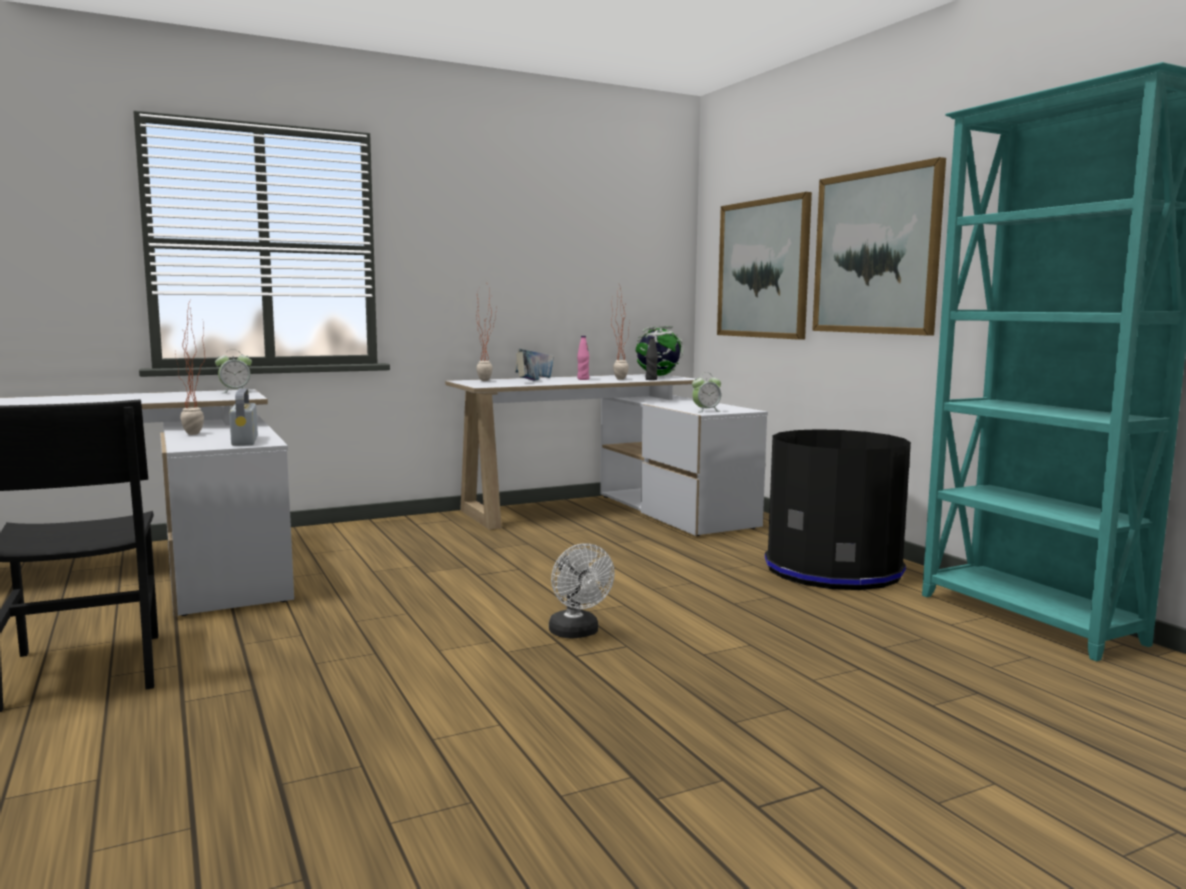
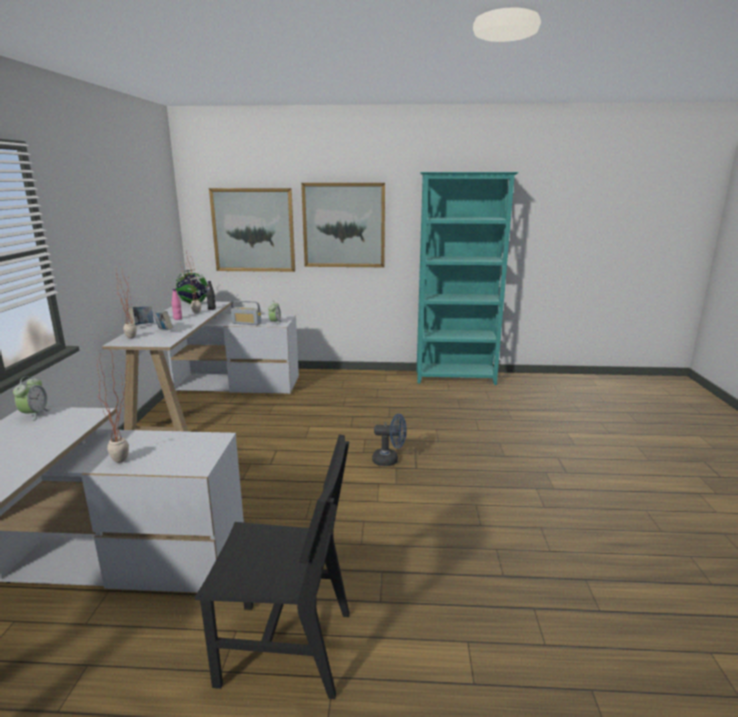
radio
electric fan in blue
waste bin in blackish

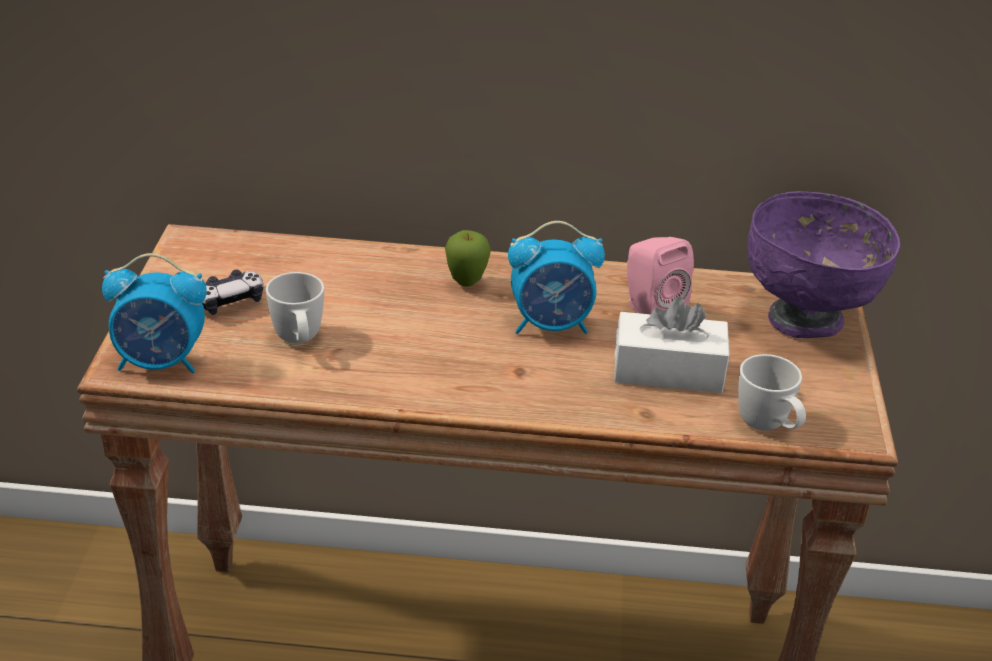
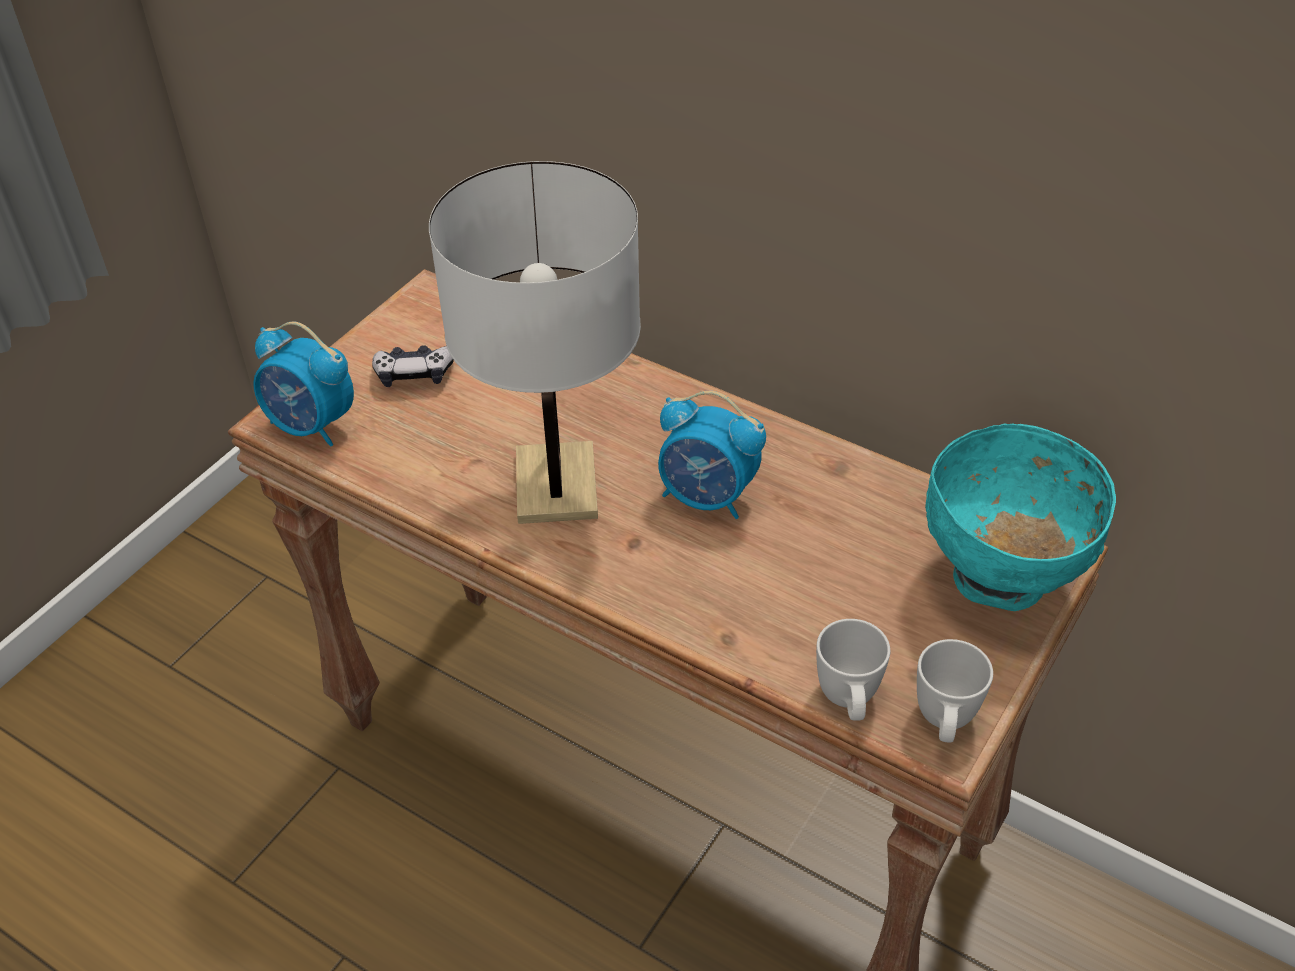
tabletop lamp in white-coloured
tea mug in white-coloured (no. 2 from left)
bowl in blue-green
apple
box of tissues in white-coloured
loudspeaker in pink-coloured

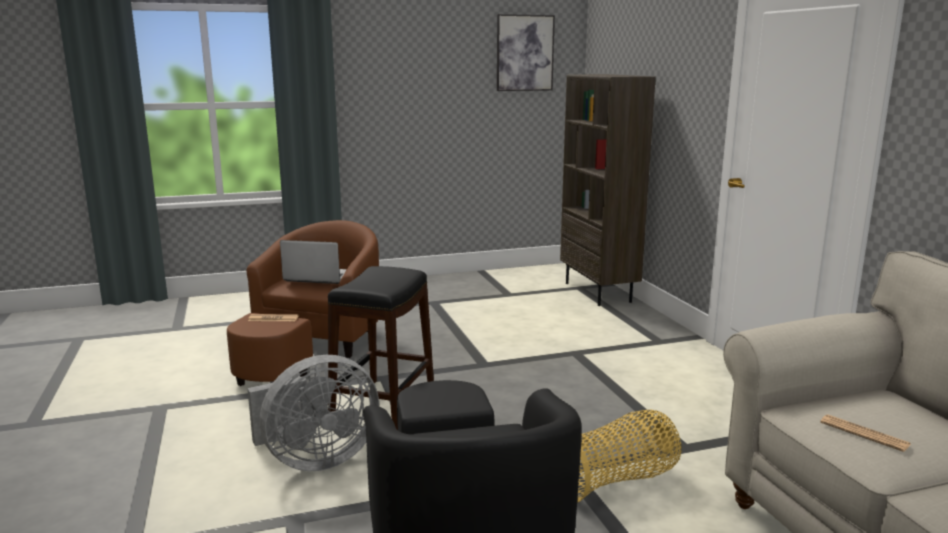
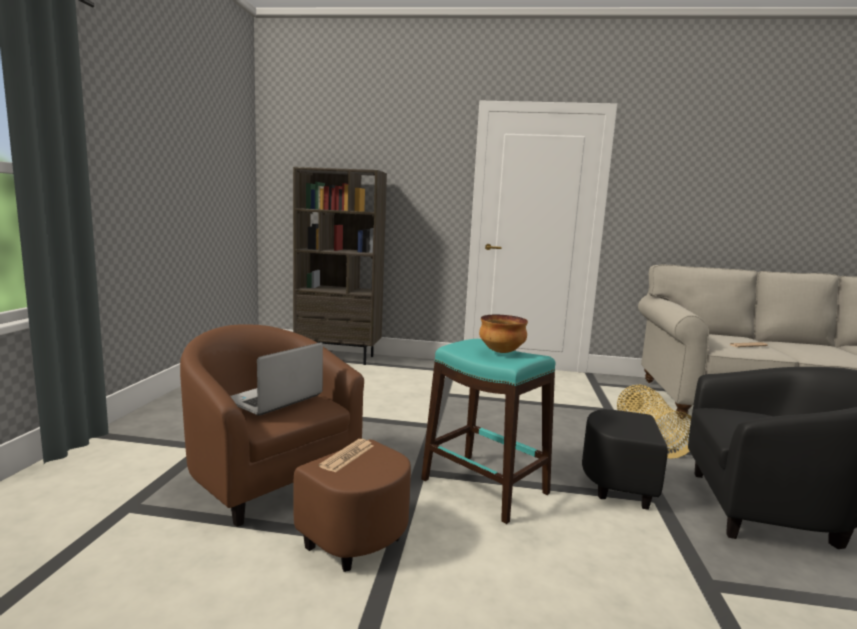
stool in blue-green
bowl
electric fan in greyish
wall picture

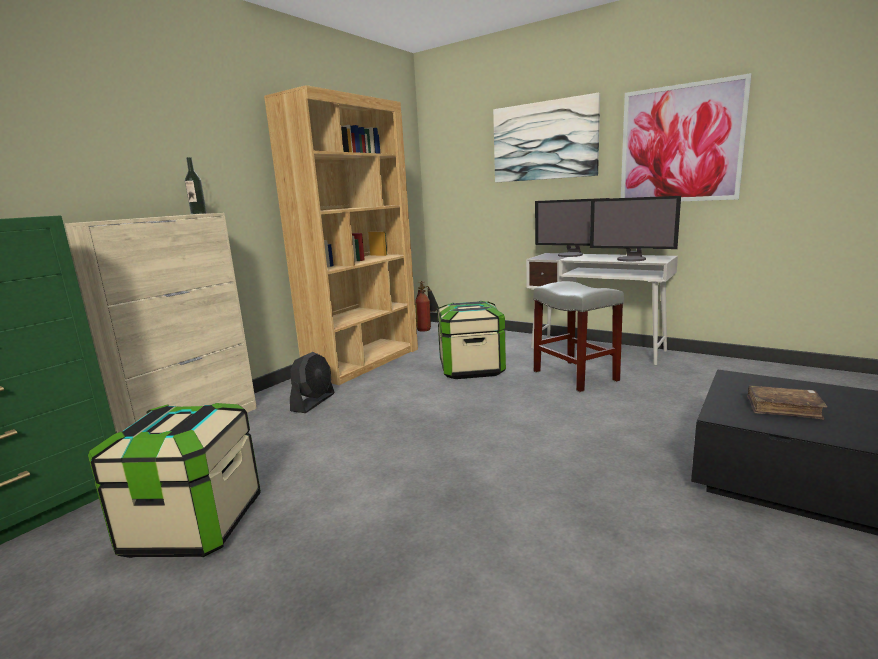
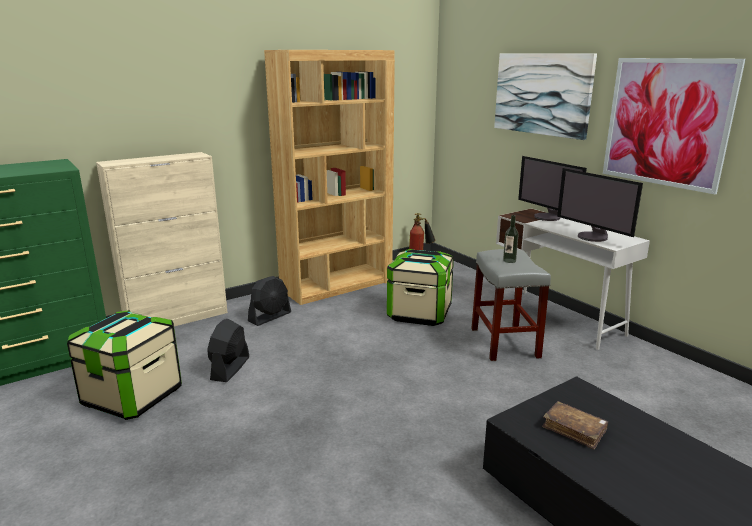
electric fan in blackish (no. 1 from left)
beverage bottle

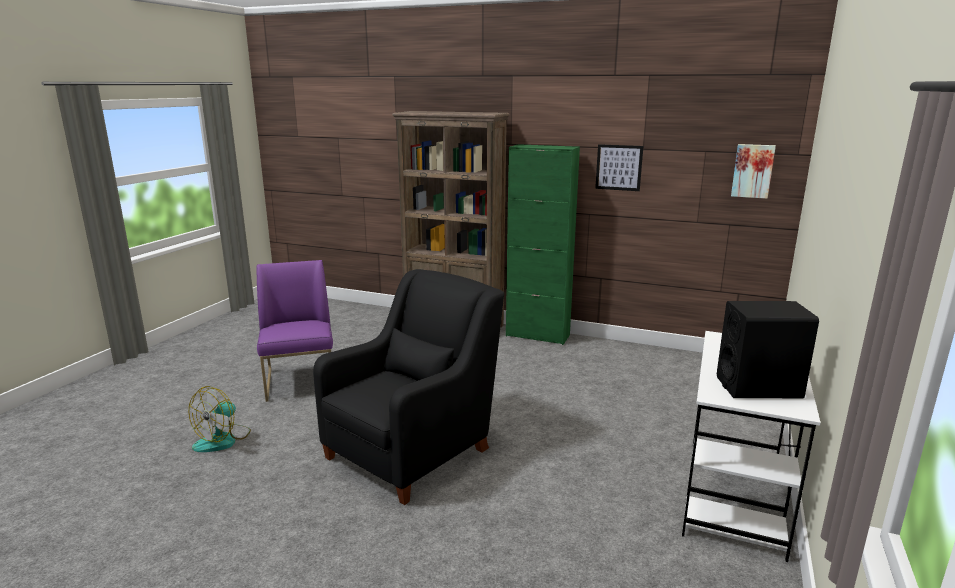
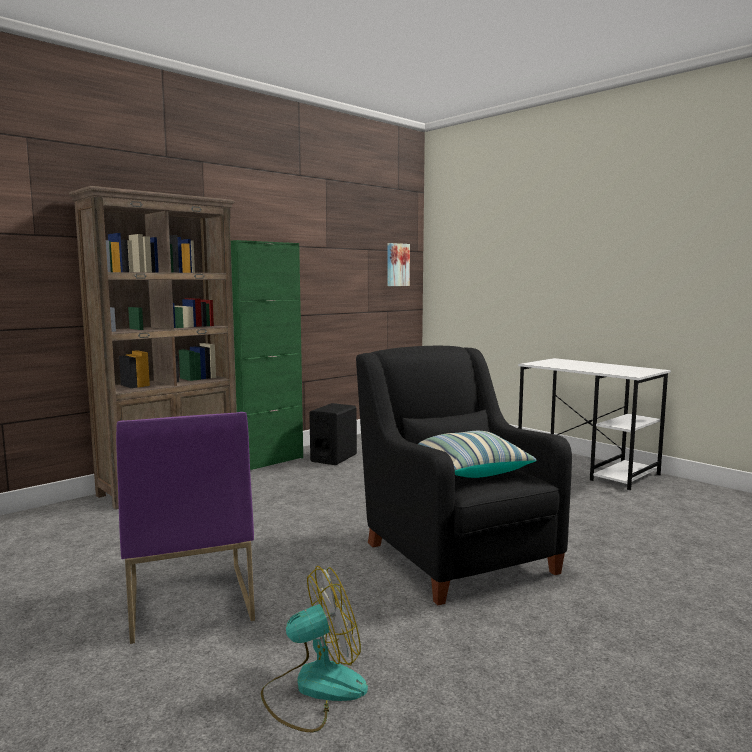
chair in purple-coloured
electric fan
loudspeaker in blackish
cushion
wall picture (no. 1 from left in the first image)

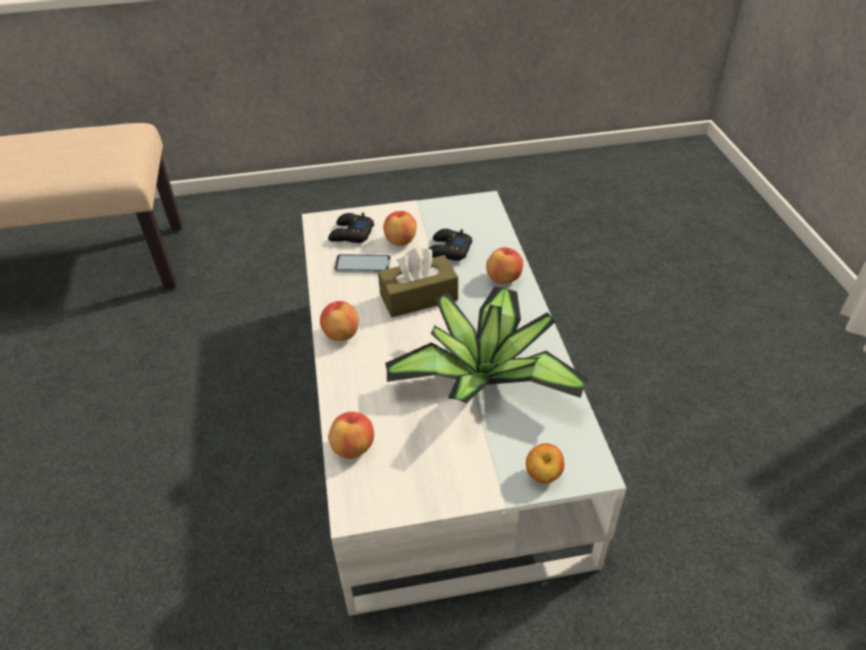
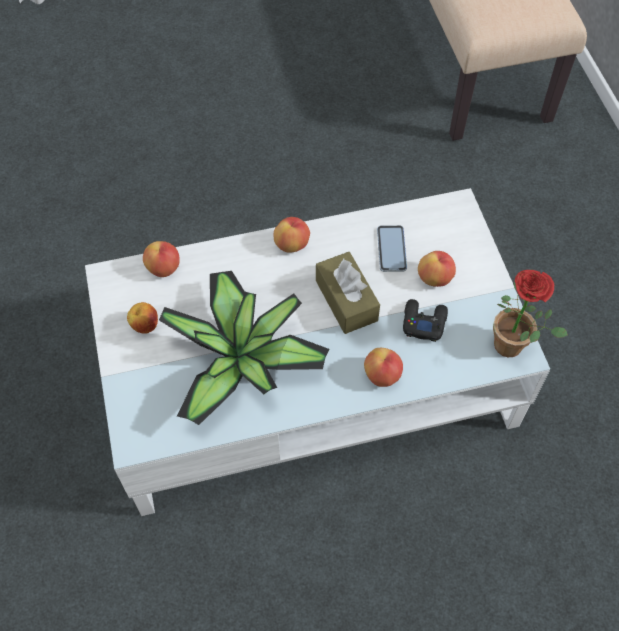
apple (no. 1 from left)
houseplant (no. 2 from left)
joypad in blackish (no. 1 from left in the first image)

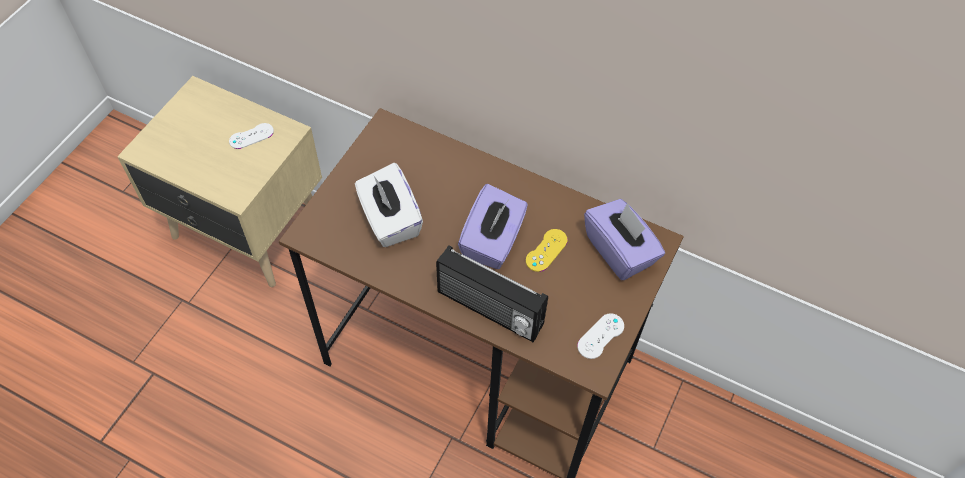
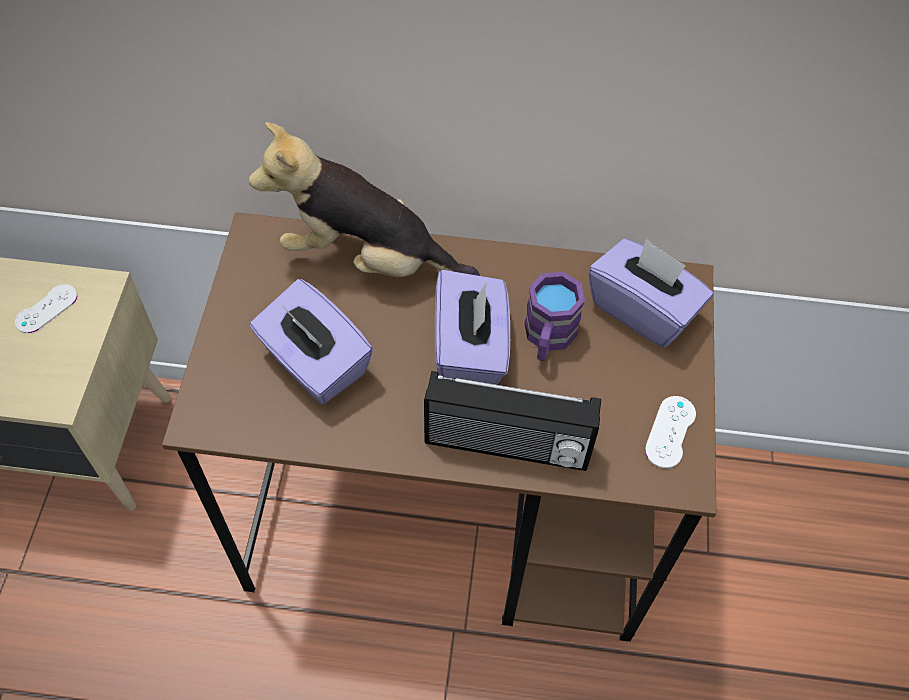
soft toy
box of tissues in purple-coloured (no. 1 from left)
tea mug in purple-coloured

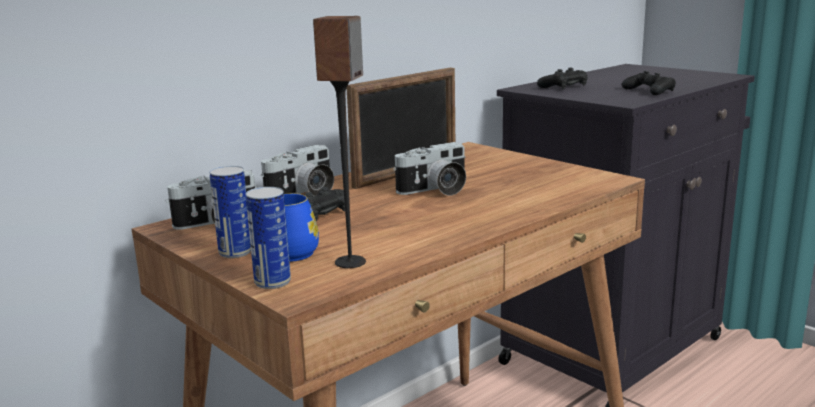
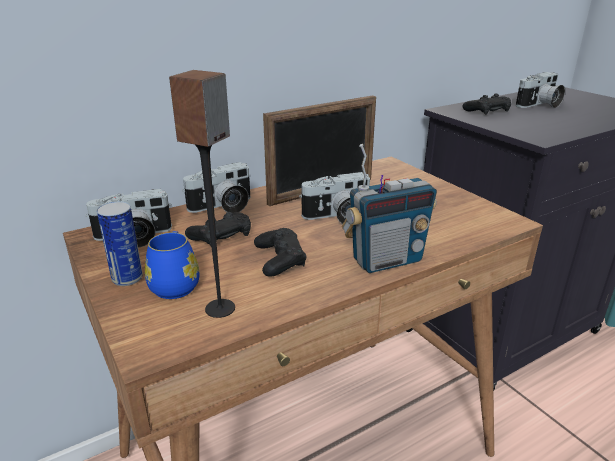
joypad in blackish (no. 2 from left)
radio
still camera (no. 4 from left)
metal can (no. 2 from left in the first image)

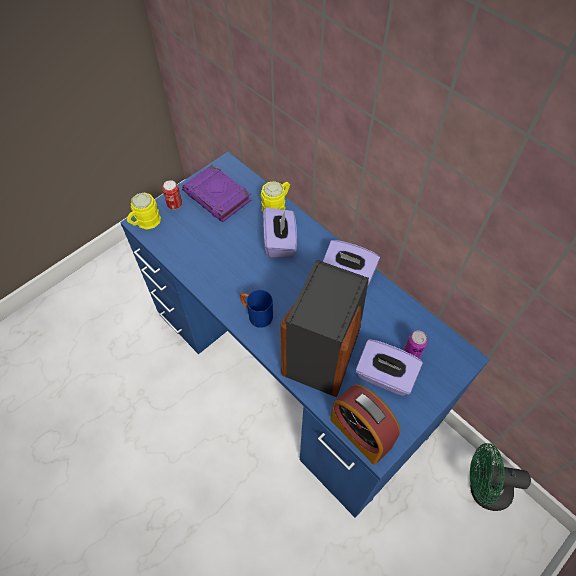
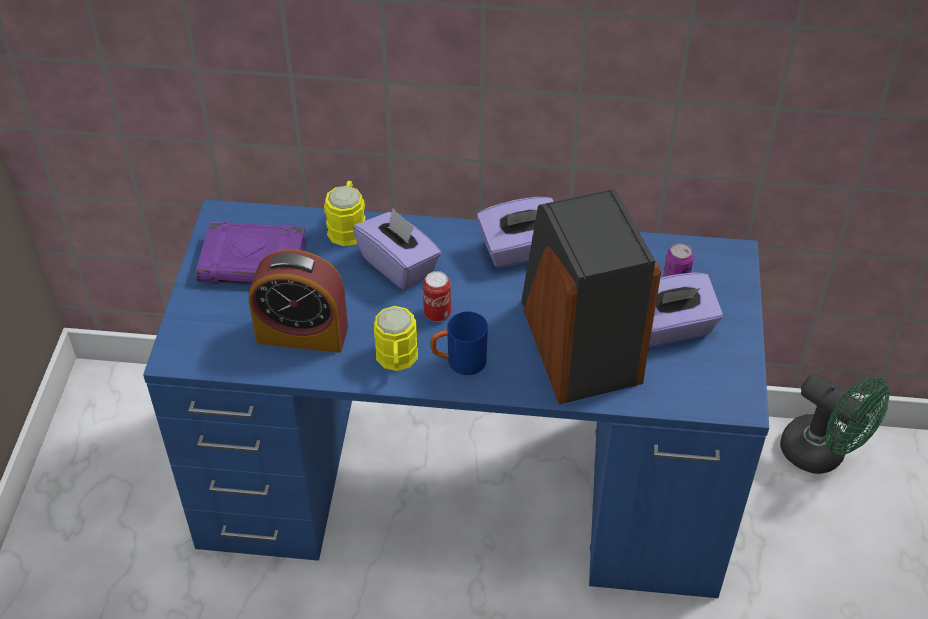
table clock
tea mug in yellowish (no. 2 from left)
metal can (no. 1 from left)
electric fan in green

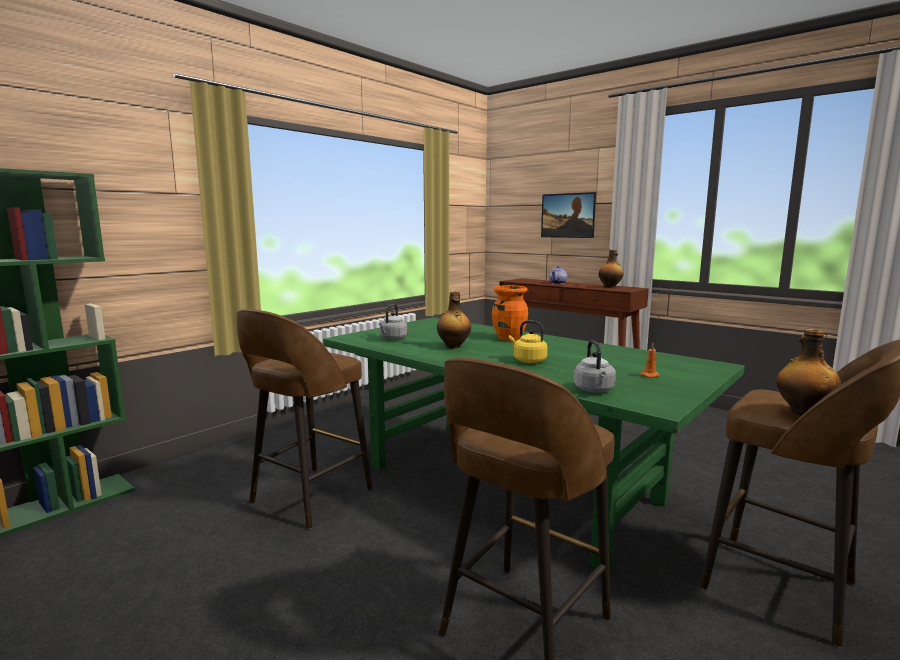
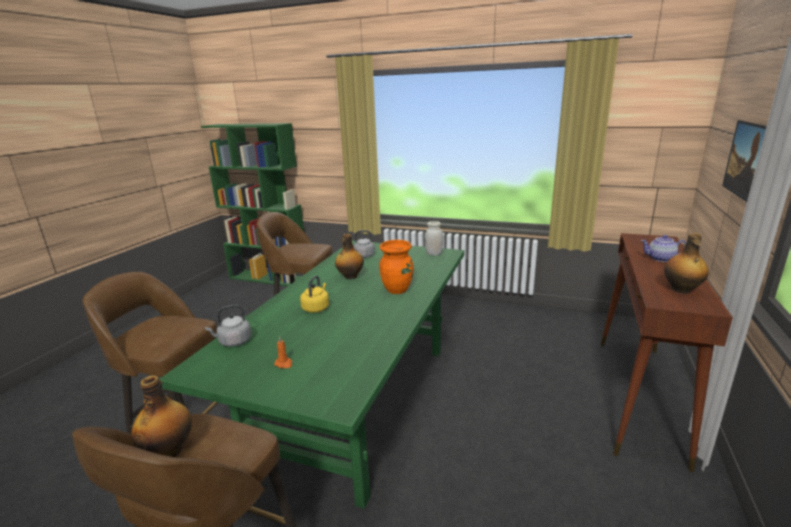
preserve jar in white-coloured

